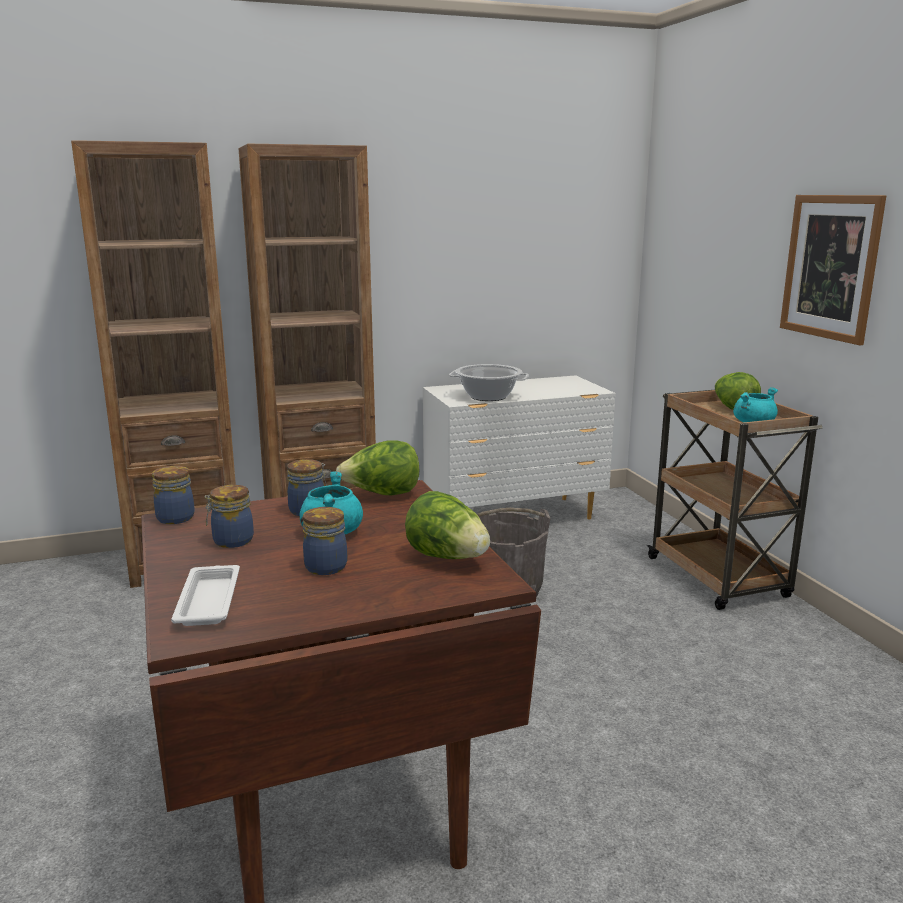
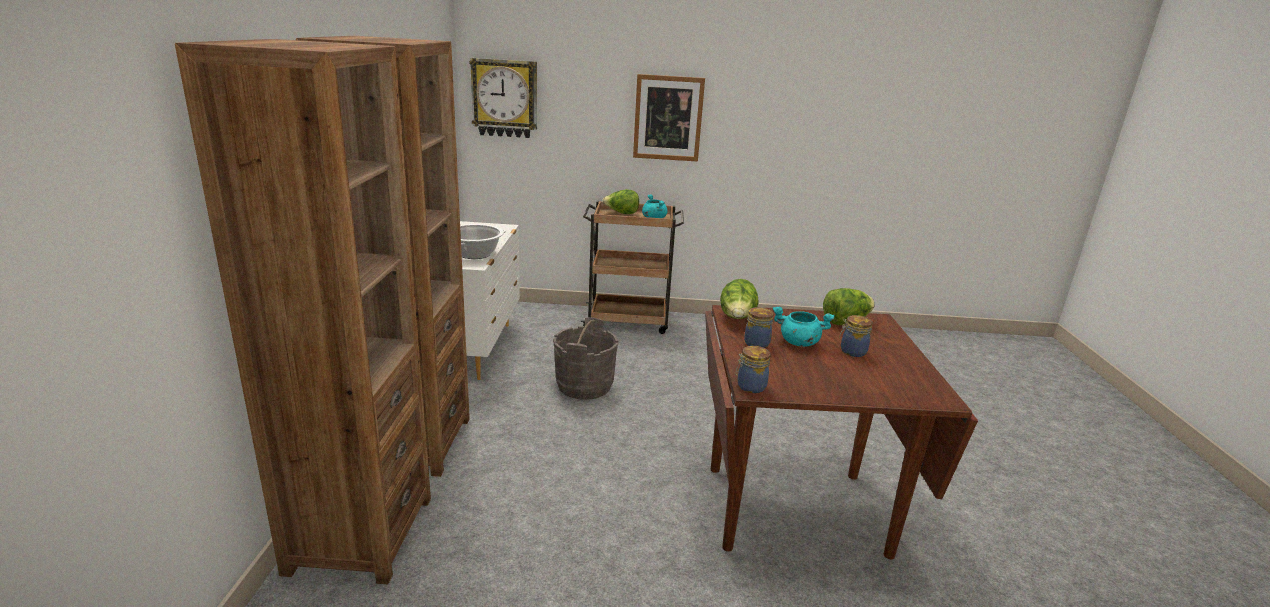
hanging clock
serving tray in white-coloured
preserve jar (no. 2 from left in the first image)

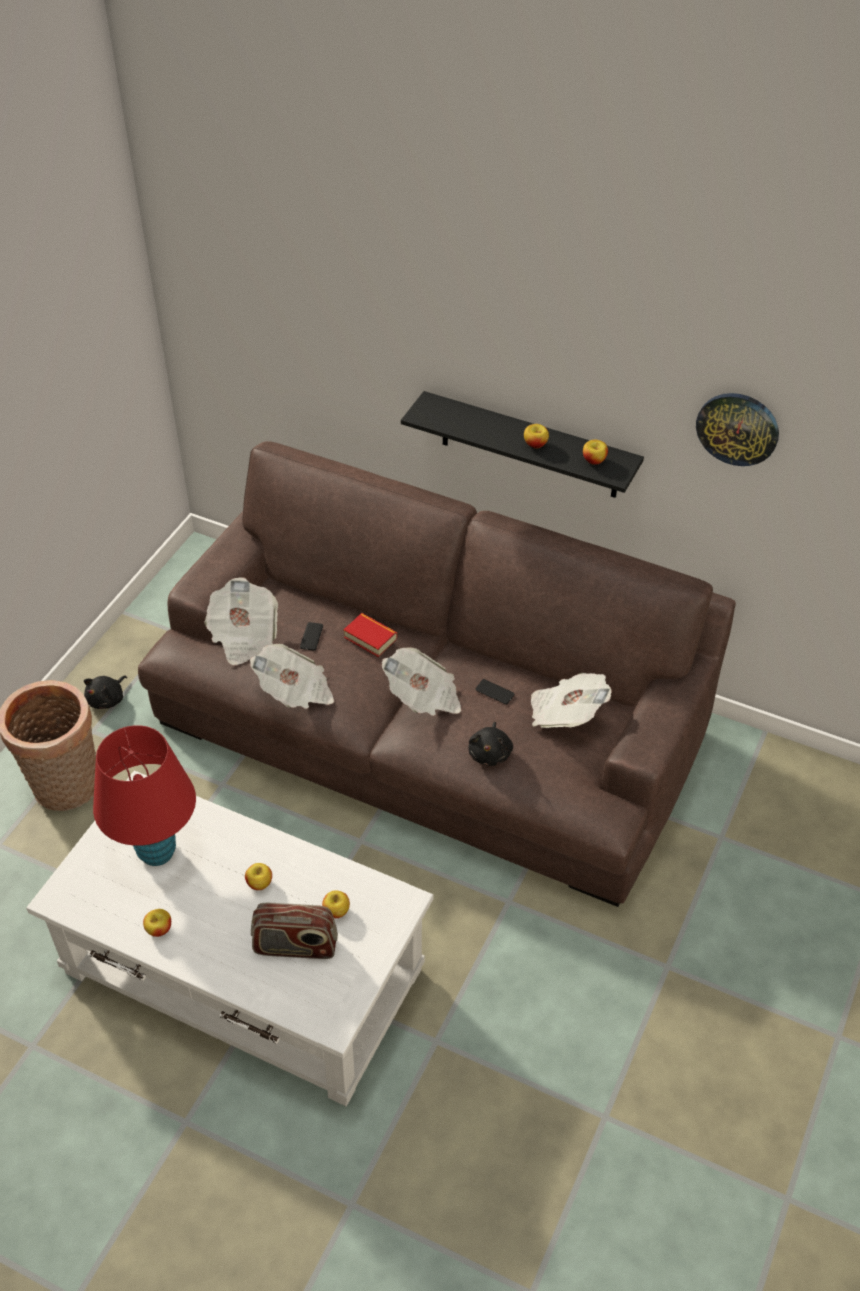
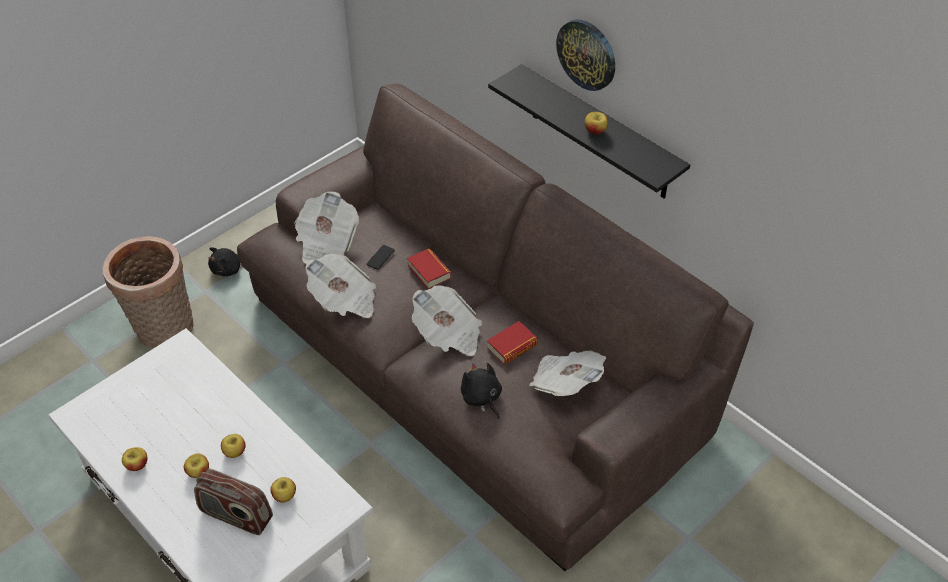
apple (no. 2 from left)
soft toy in blackish (no. 2 from left)
book (no. 2 from left)
hanging clock
tabletop lamp in red

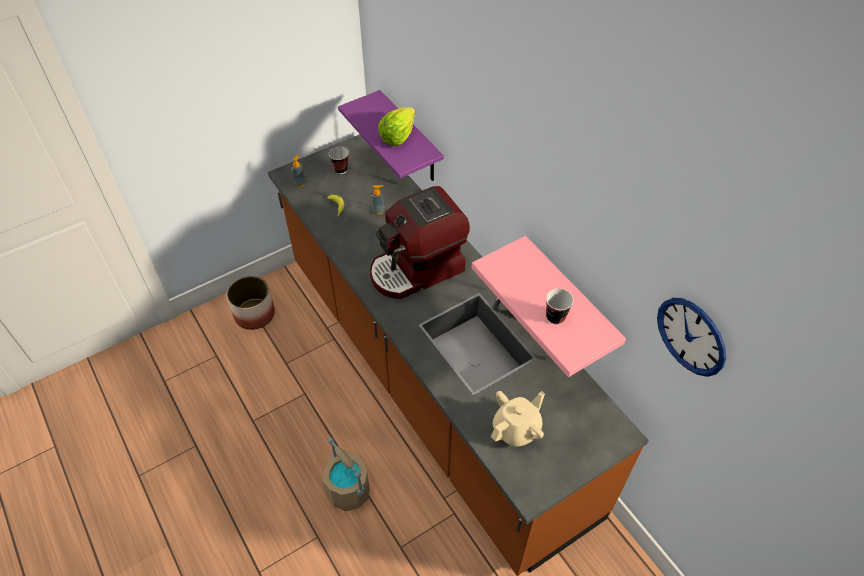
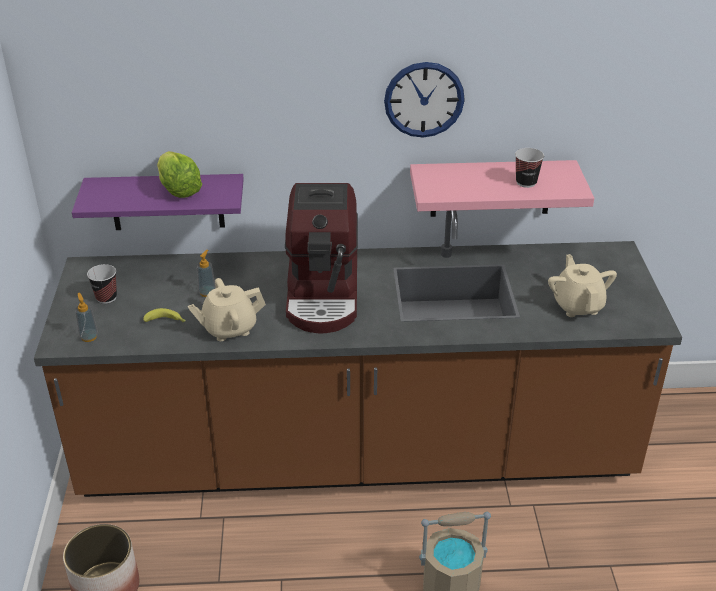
teapot in sand-coloured (no. 1 from left)
hanging clock

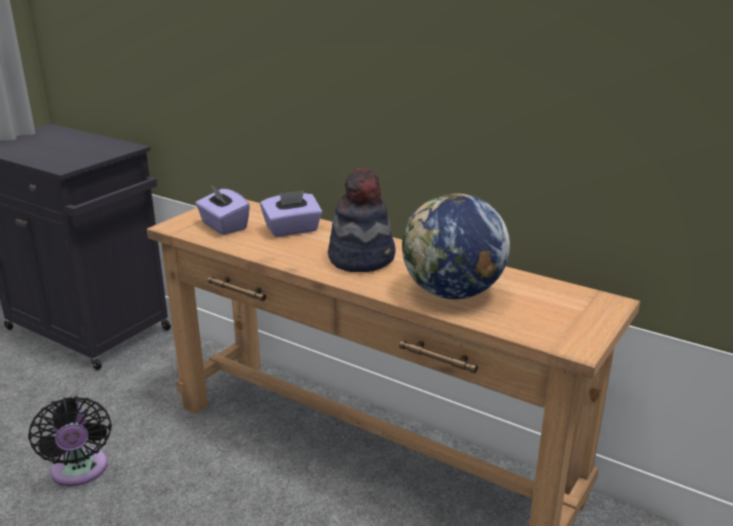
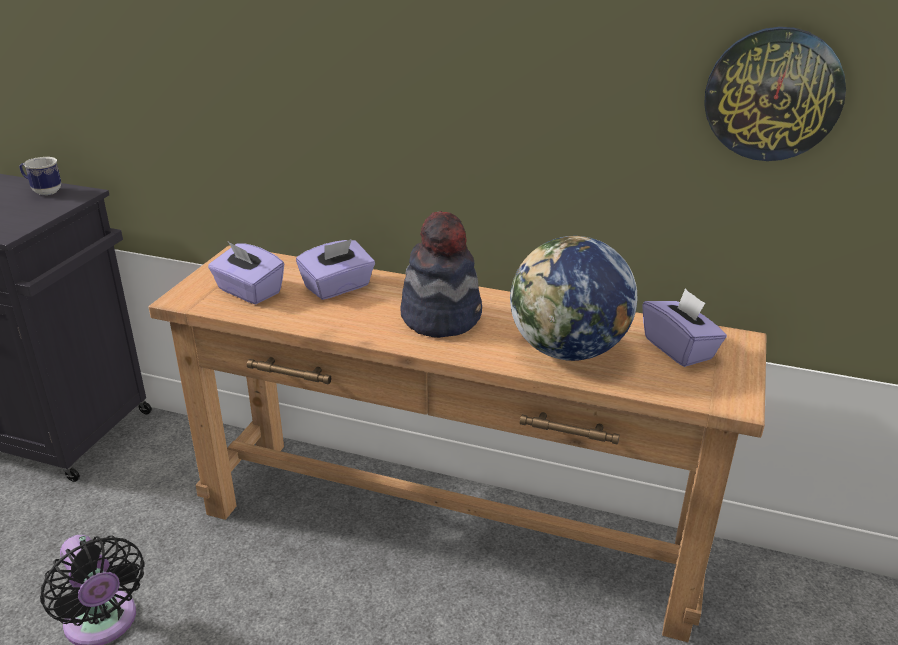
tea mug
box of tissues in purple-coloured (no. 3 from left)
hanging clock

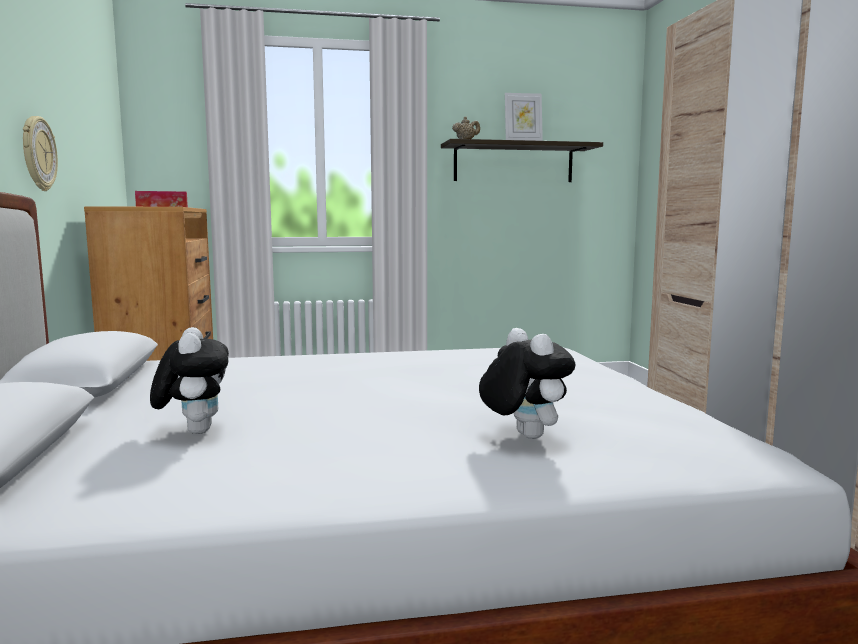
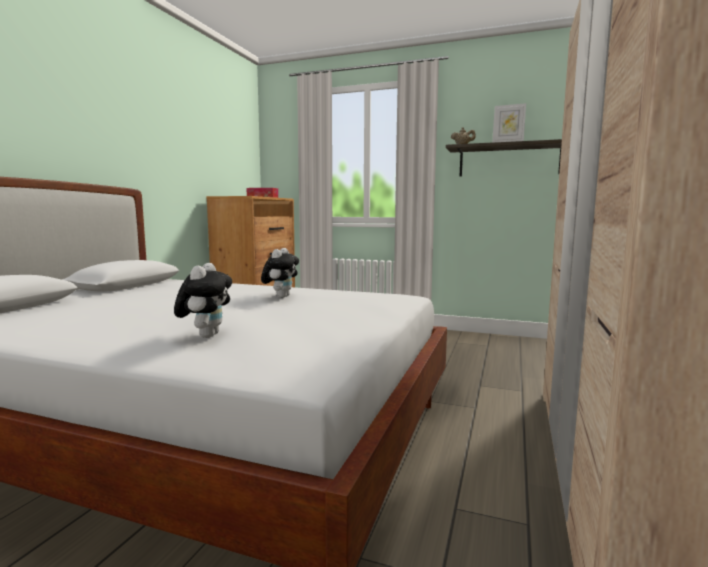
soft toy (no. 2 from left)
hanging clock

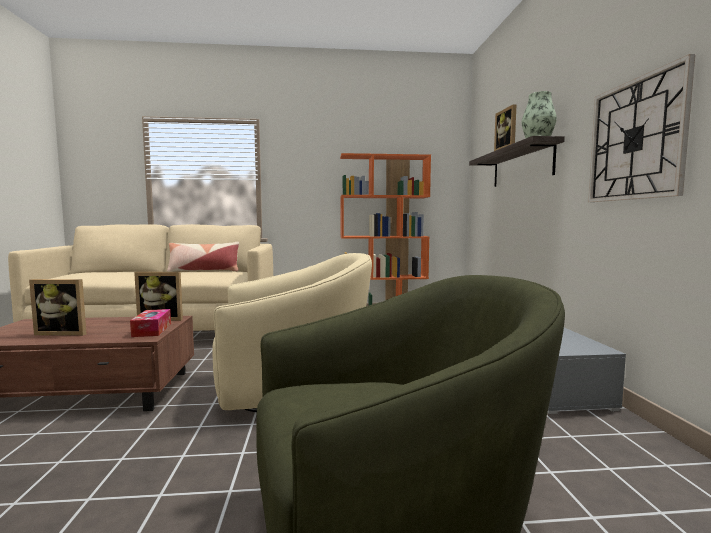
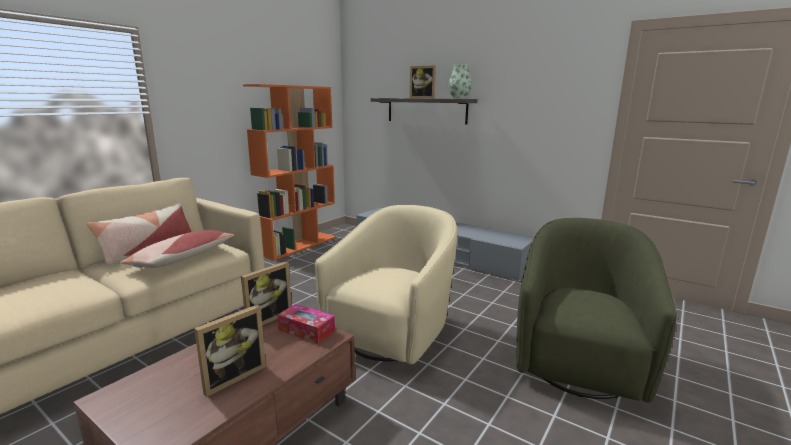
cushion (no. 2 from left)
hanging clock

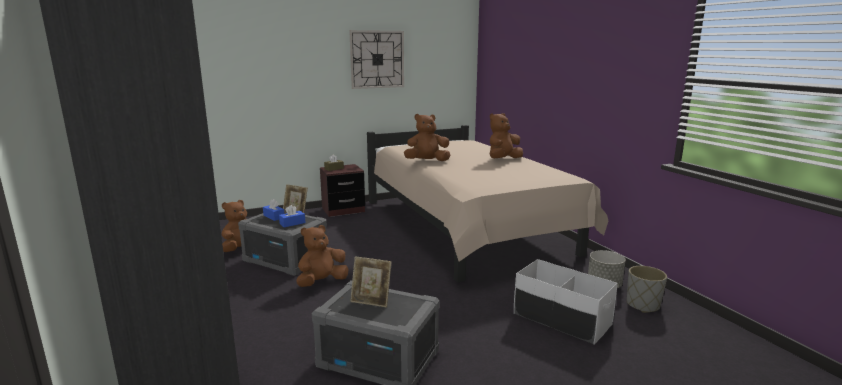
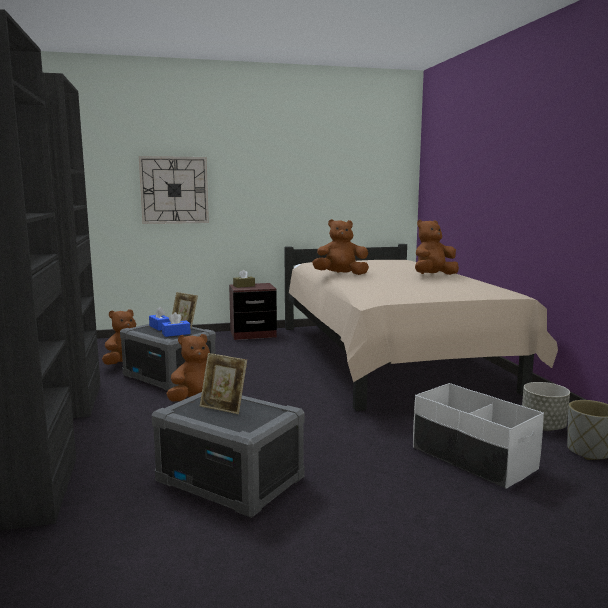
hanging clock

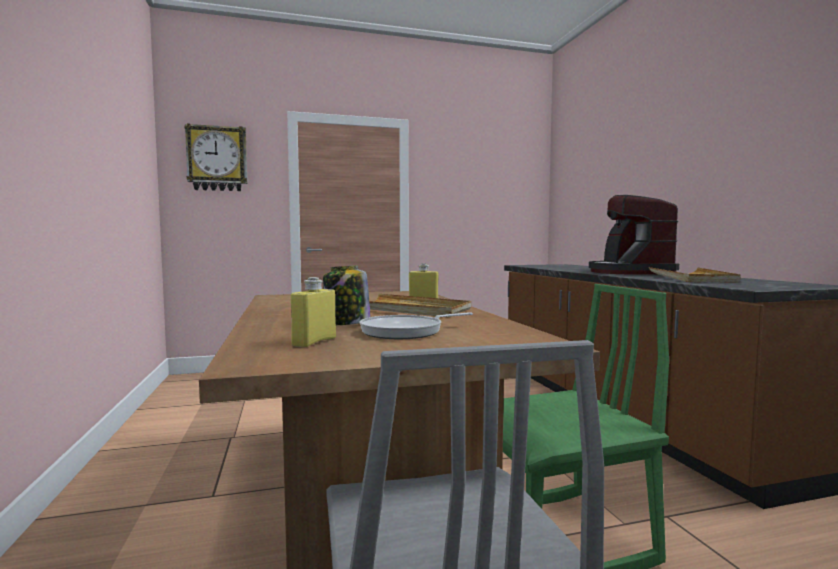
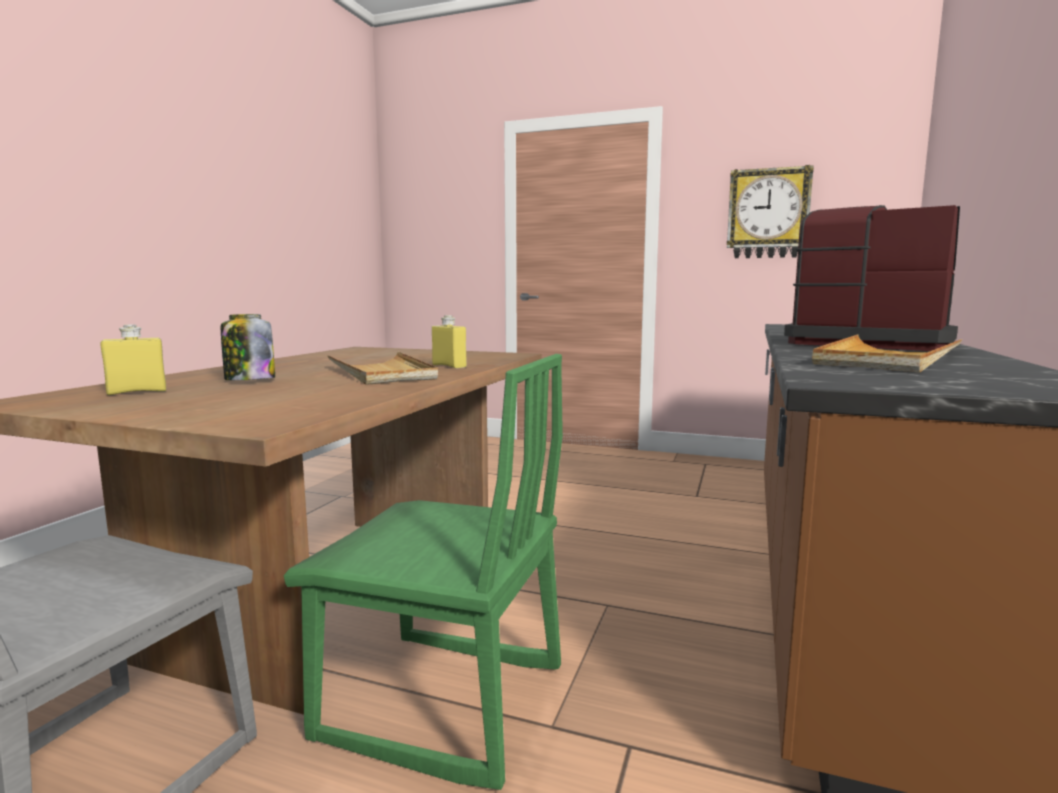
hanging clock
coffee brewer
pan

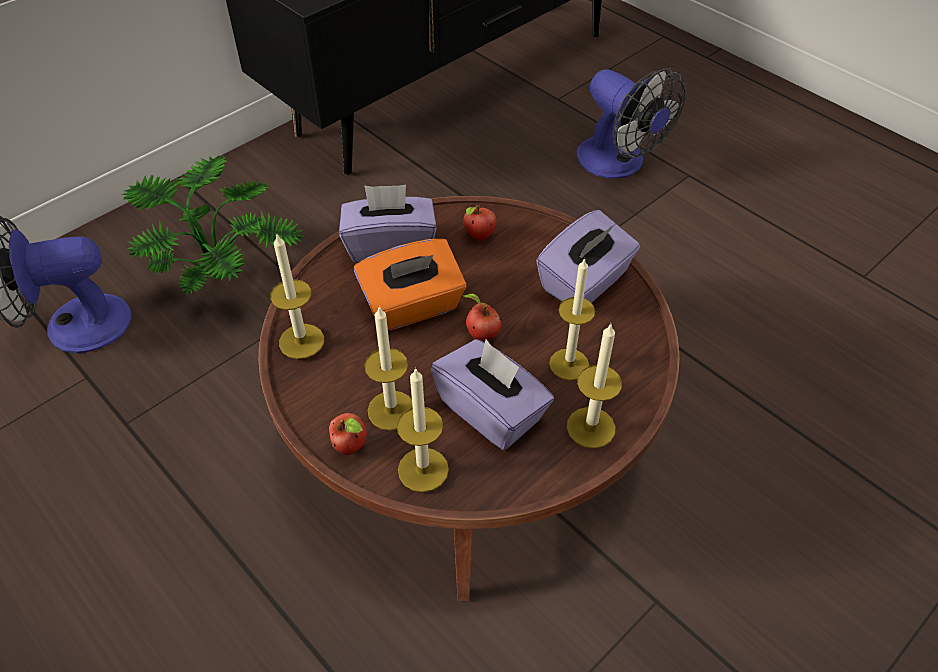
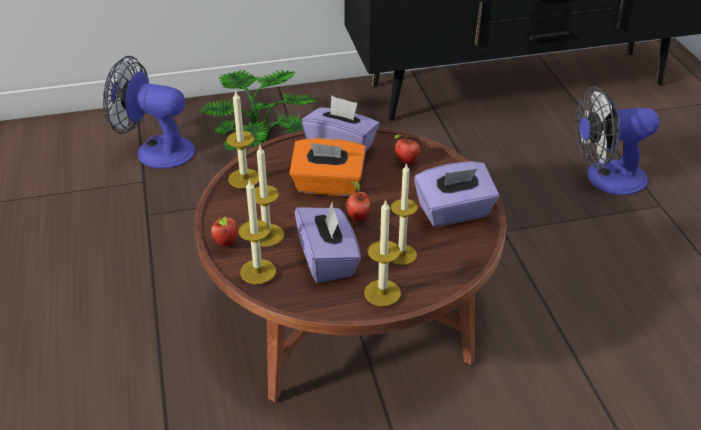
electric fan (no. 2 from left)

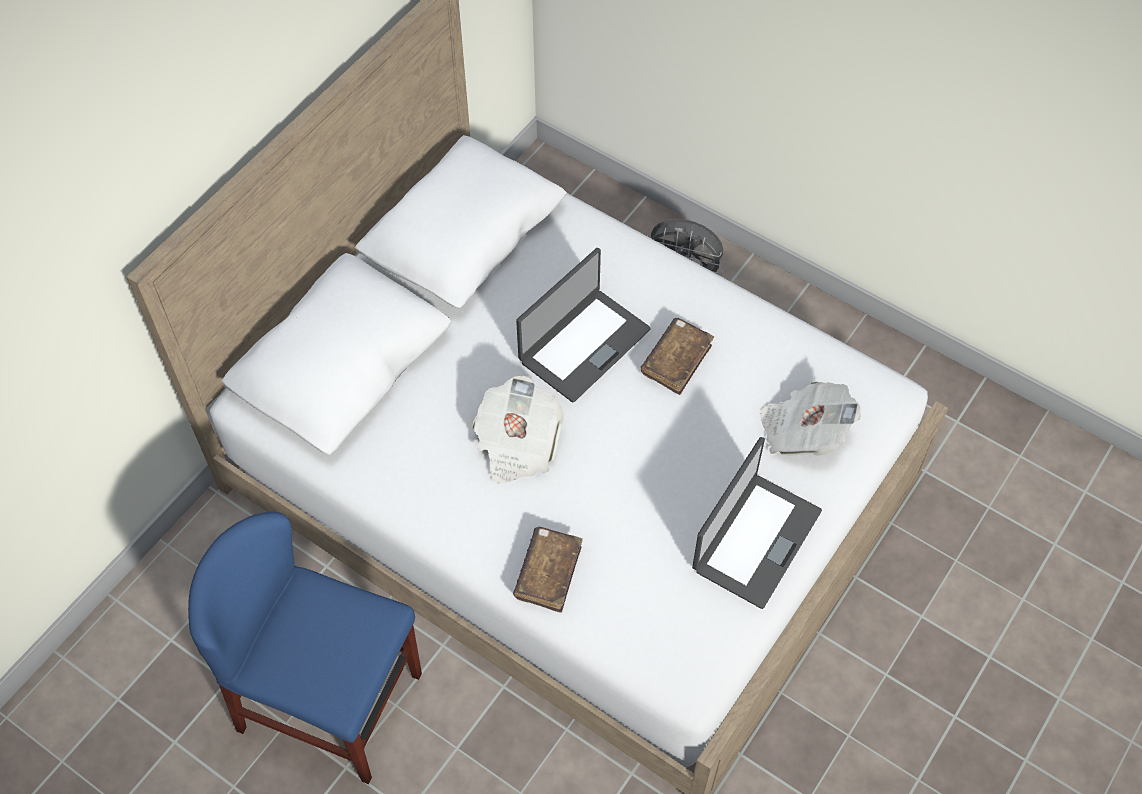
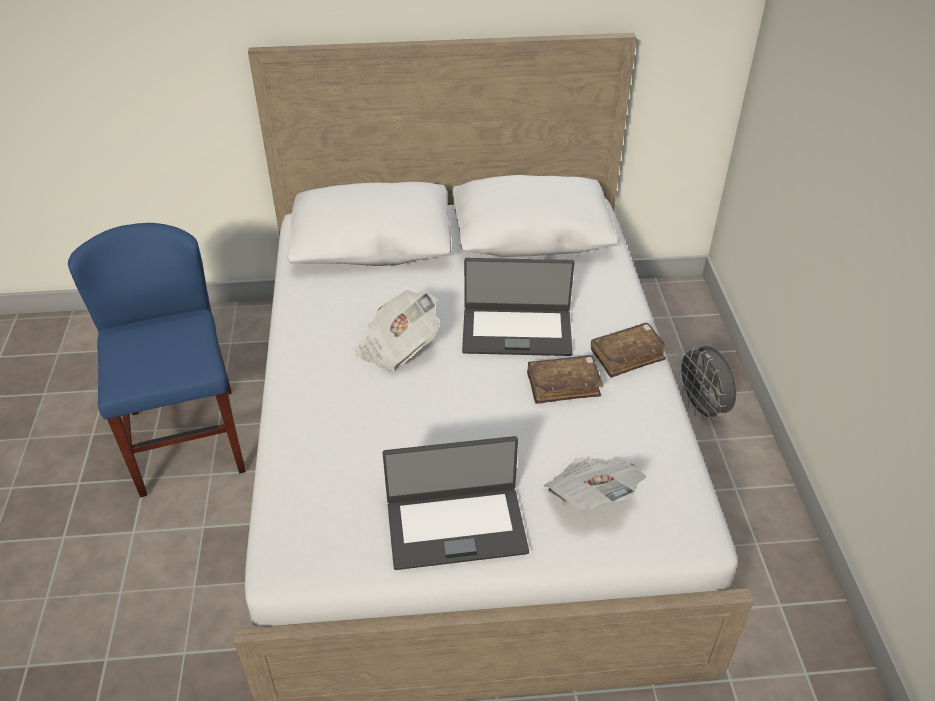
book in brown-coloured (no. 2 from left)

